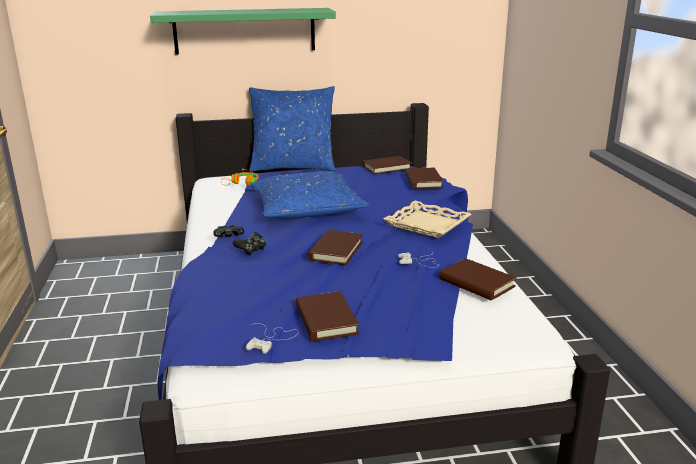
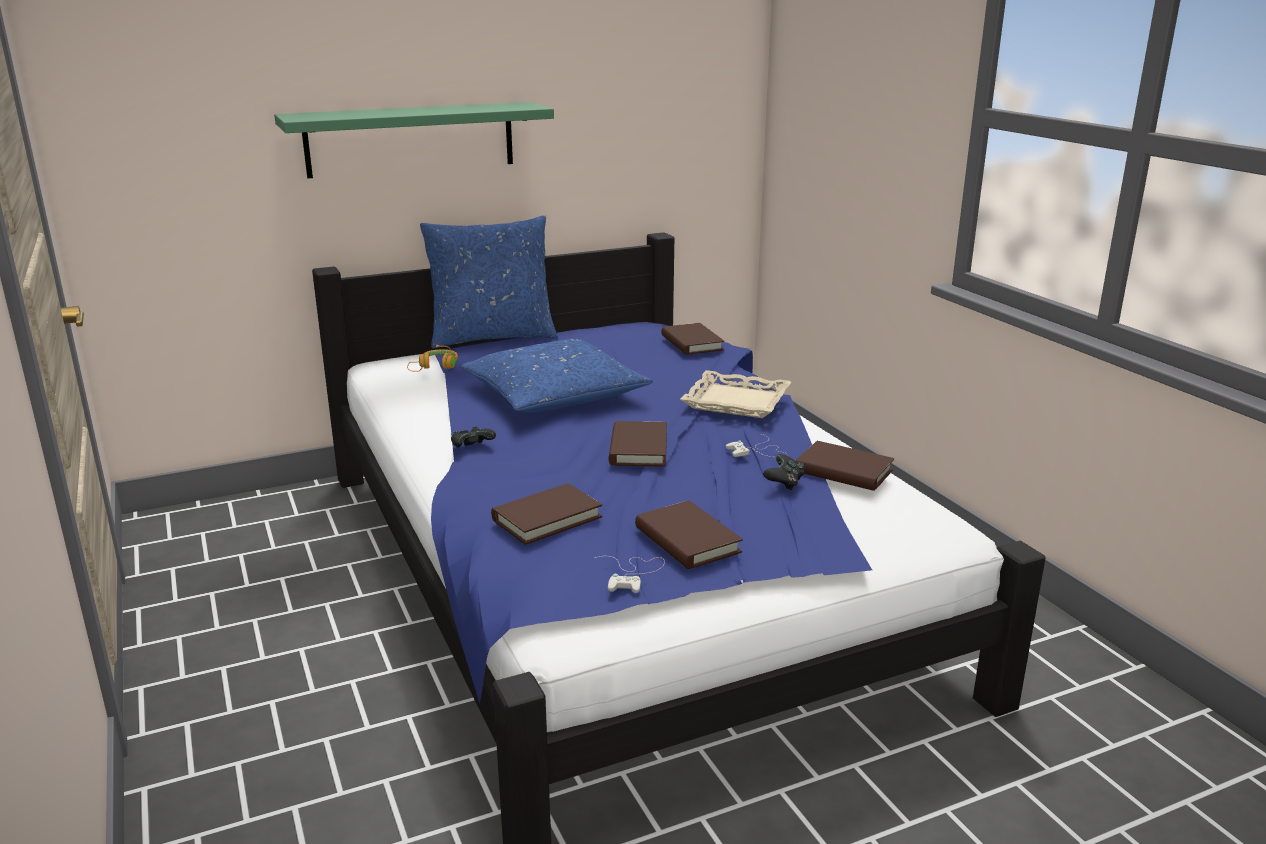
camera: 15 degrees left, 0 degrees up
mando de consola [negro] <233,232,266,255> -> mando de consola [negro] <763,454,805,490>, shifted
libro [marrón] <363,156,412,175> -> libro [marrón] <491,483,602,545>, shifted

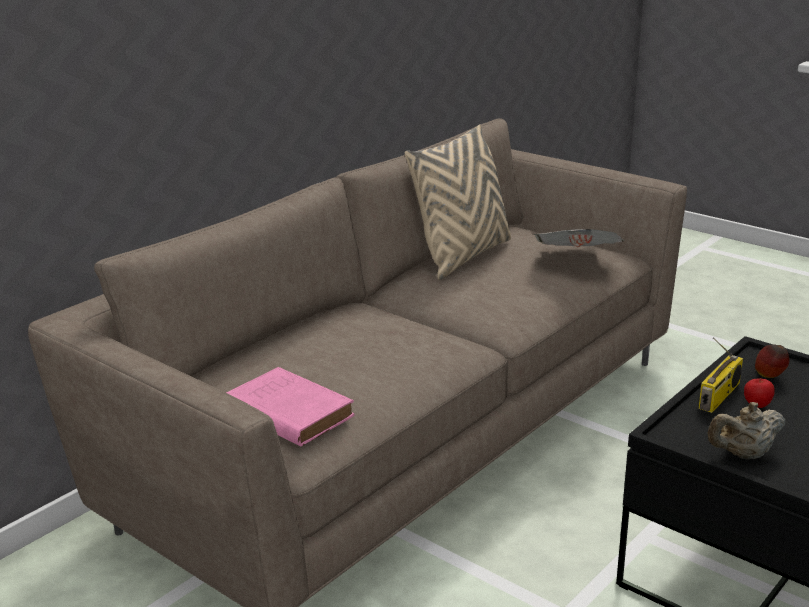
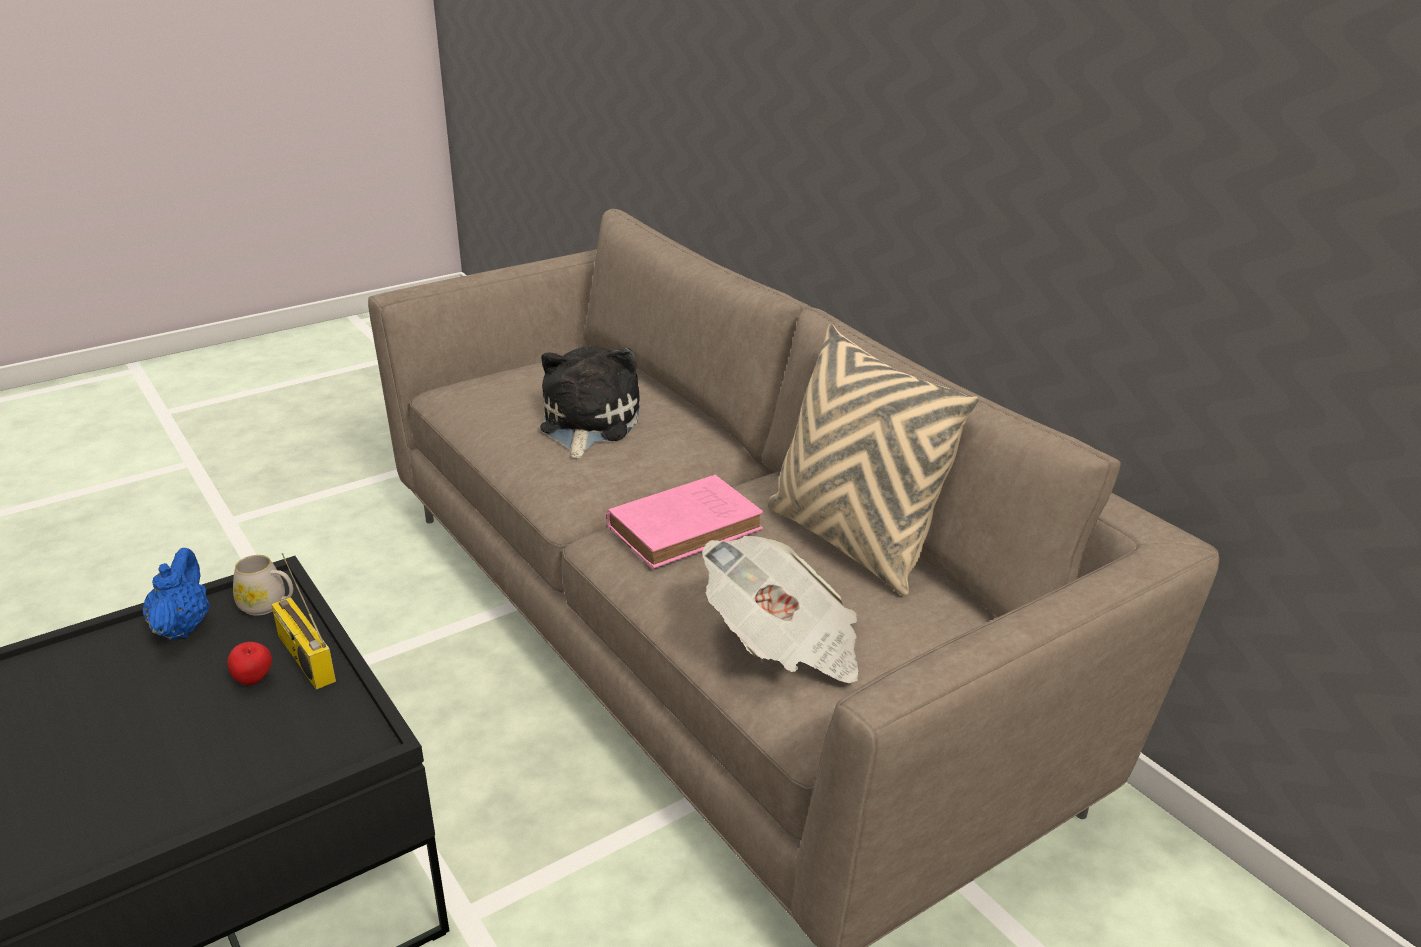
camera: 105 degrees right, 5 degrees up
manzana <755,344,789,378> -> none
none -> taza grande [blanco] <233,555,293,616>
none -> peluche <540,346,640,459>
libro [rosa] <226,367,355,446> -> libro [rosa] <606,475,763,569>, shifted
tetera [beis] <708,402,785,459> -> tetera [azul] <142,548,210,640>

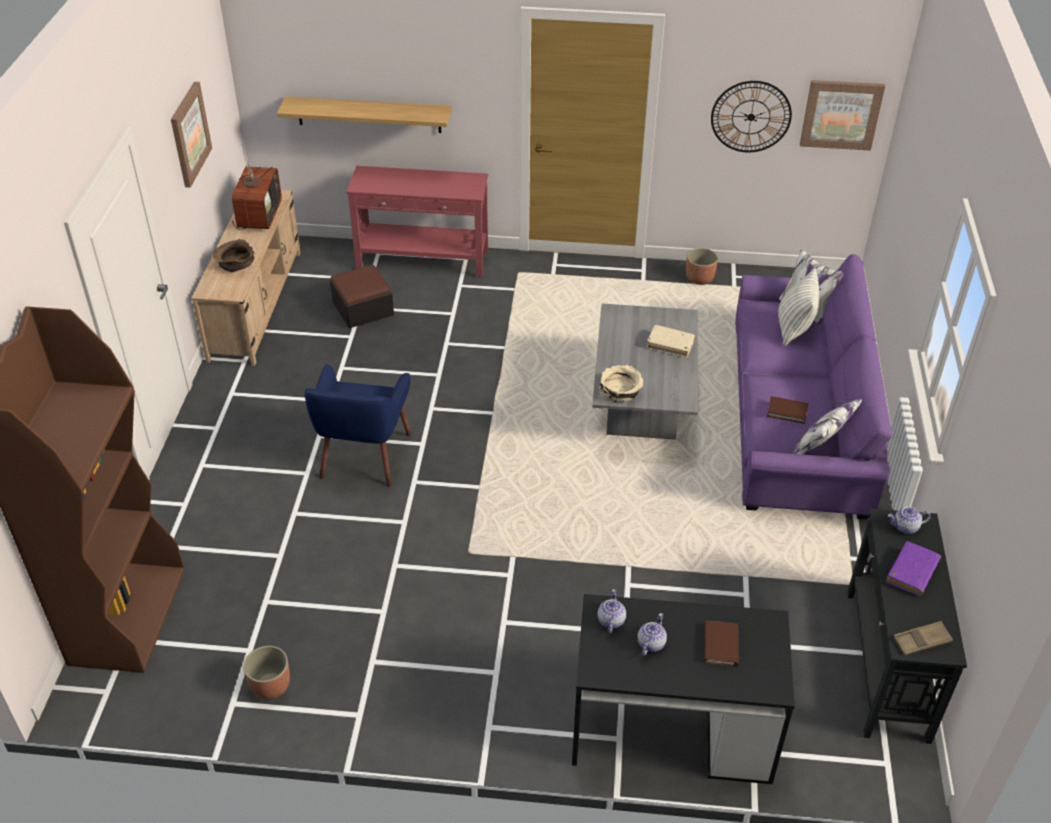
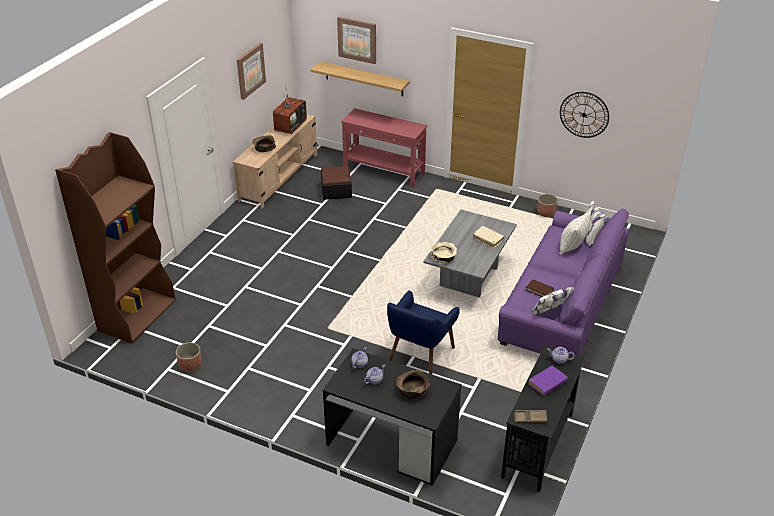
camera: 20 degrees right, 5 degrees down
sillón [azul] <305,364,411,487> -> sillón [azul] <387,290,460,374>, shifted
cuadro <800,80,885,151> -> cuadro <337,17,376,64>, shifted
libro [marrón] <704,620,739,667> -> cuenco [marrón] <396,370,430,399>

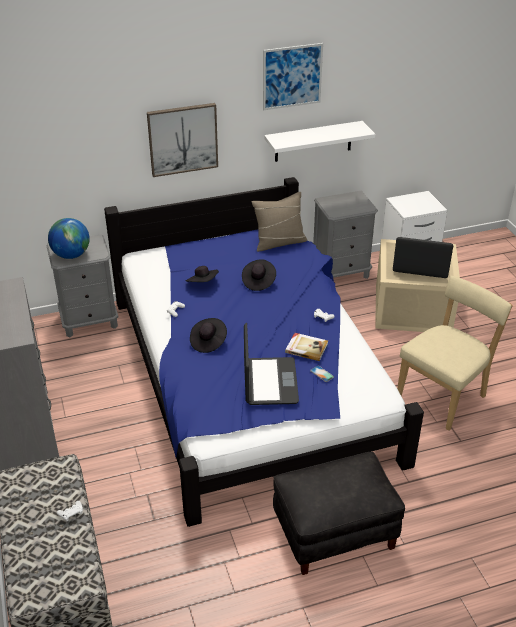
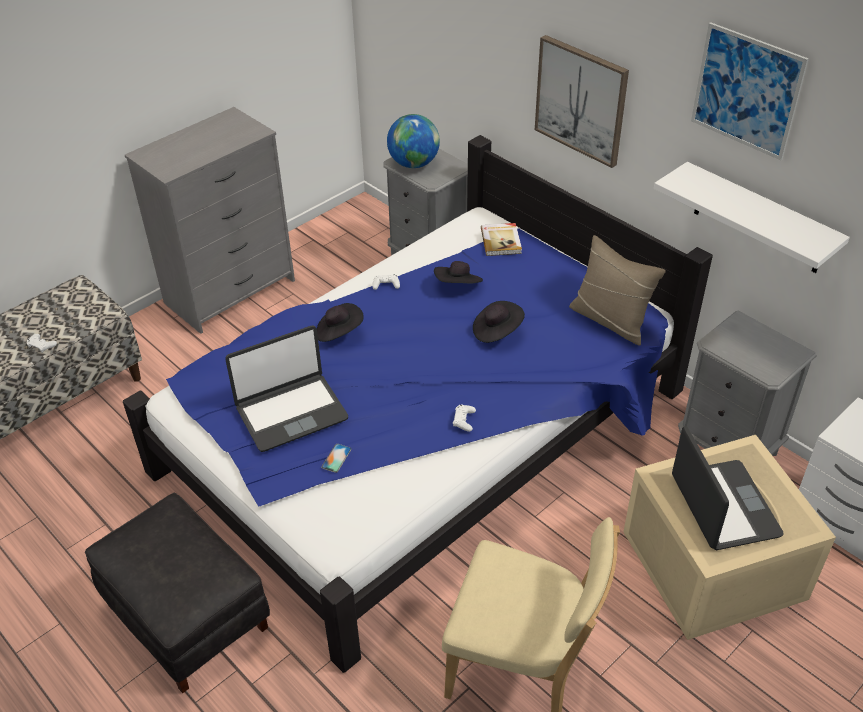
camera: 65 degrees right, 5 degrees up
libro <285,333,328,361> -> libro <481,223,522,256>, shifted

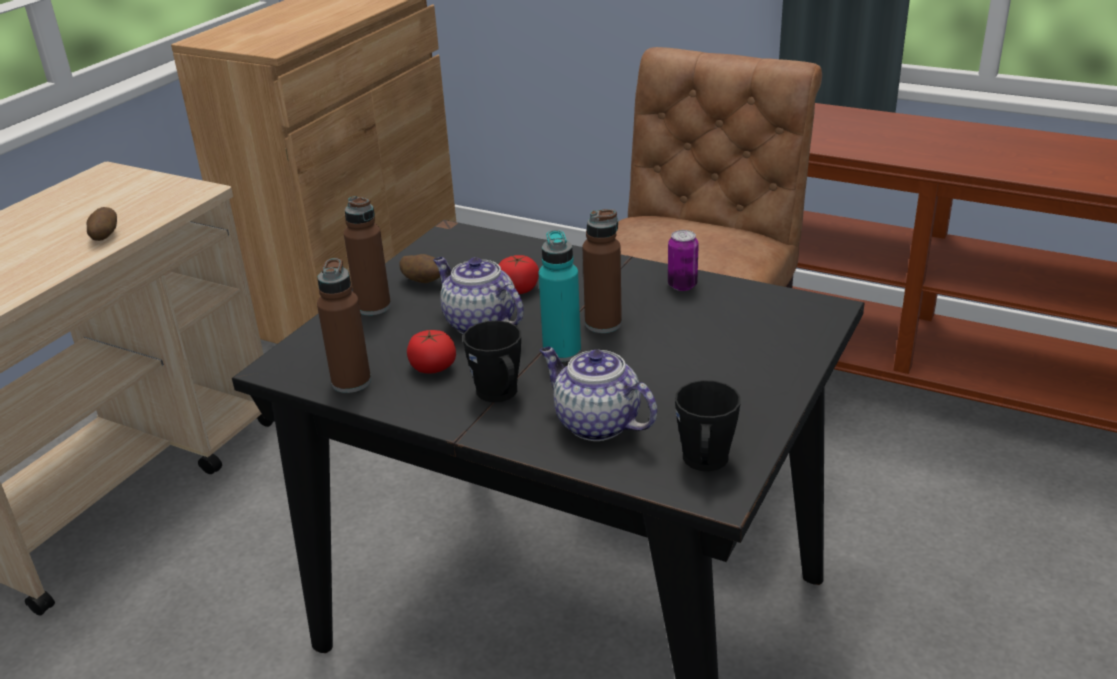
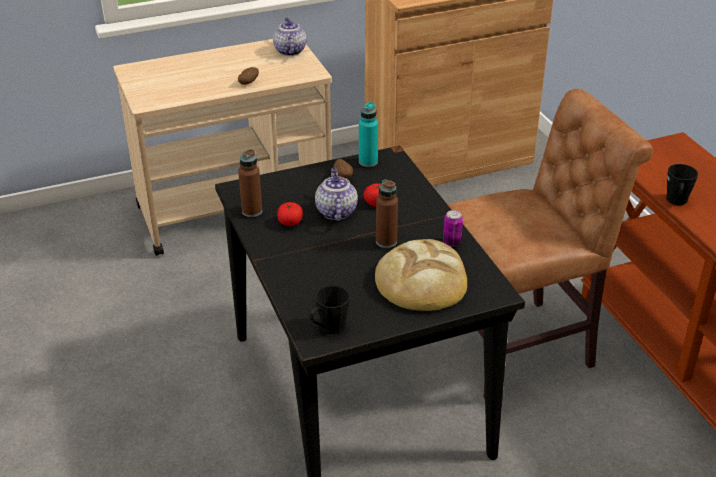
camera: 40 degrees right, 5 degrees up
botella [marrón] <344,196,391,315> -> none
none -> pan <375,239,467,311>
taza grande [negro] <463,320,521,402> -> taza grande [negro] <666,164,698,205>, shifted
botella [turquesa] <539,230,581,362> -> botella [turquesa] <359,102,378,167>, shifted
tetera <540,346,657,441> -> tetera <273,18,307,56>, shifted

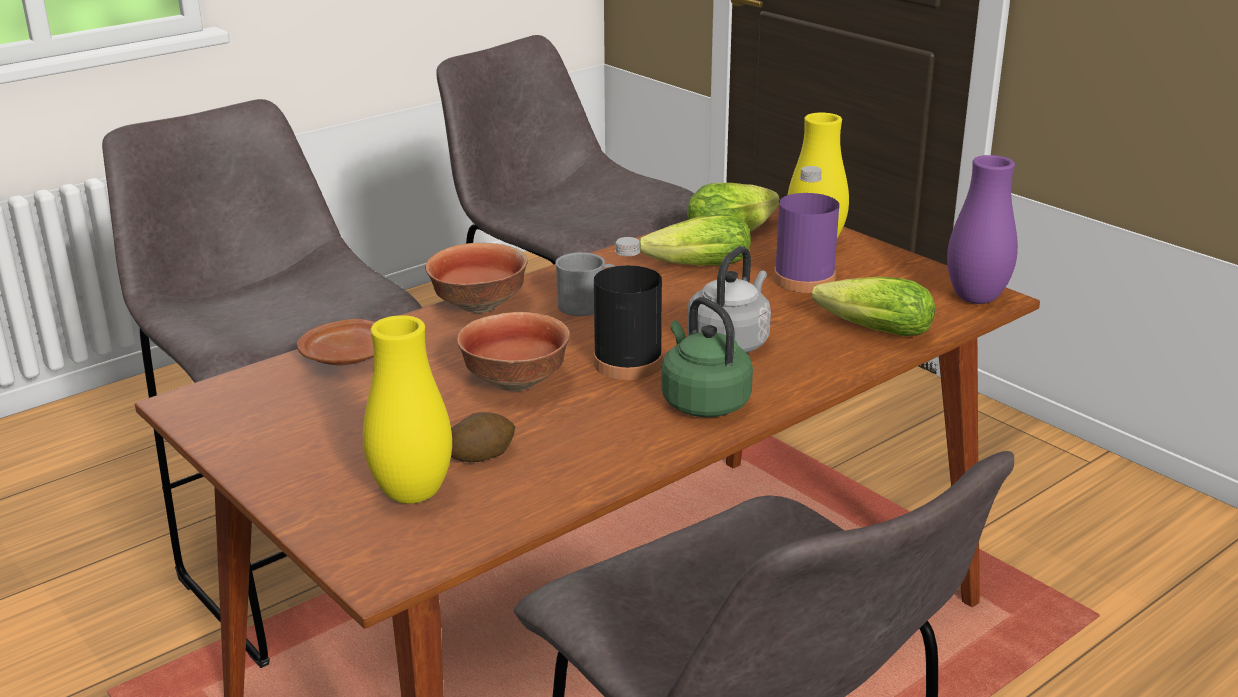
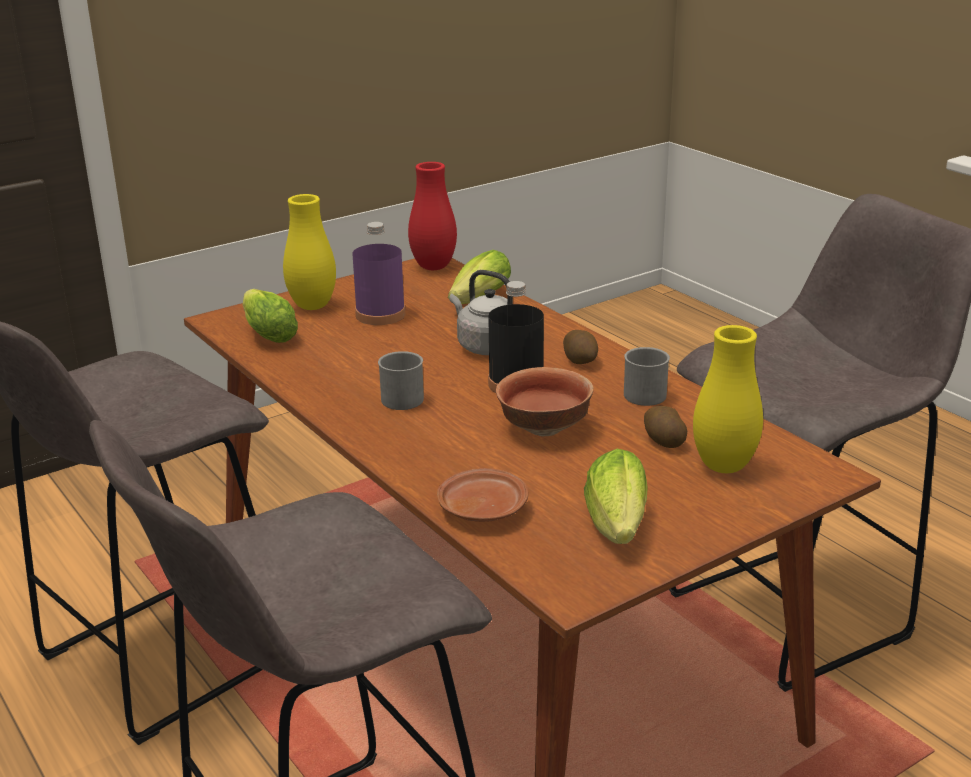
camera: 85 degrees left, 0 degrees up
cuenco <425,243,528,313> -> none
none -> taza grande [gris] <624,347,670,406>
lechuga <639,214,751,266> -> lechuga <584,449,648,544>, shifted
hervidor [verde] <662,297,753,417> -> patata <563,330,598,364>
florero [morado] <947,155,1018,304> -> florero [rojo] <408,162,457,270>

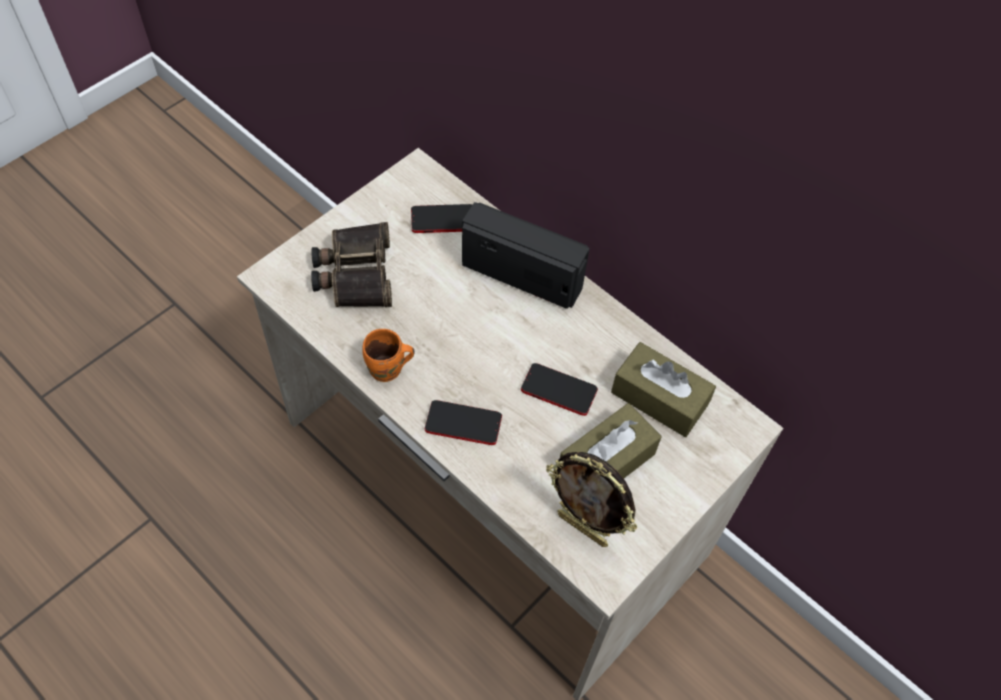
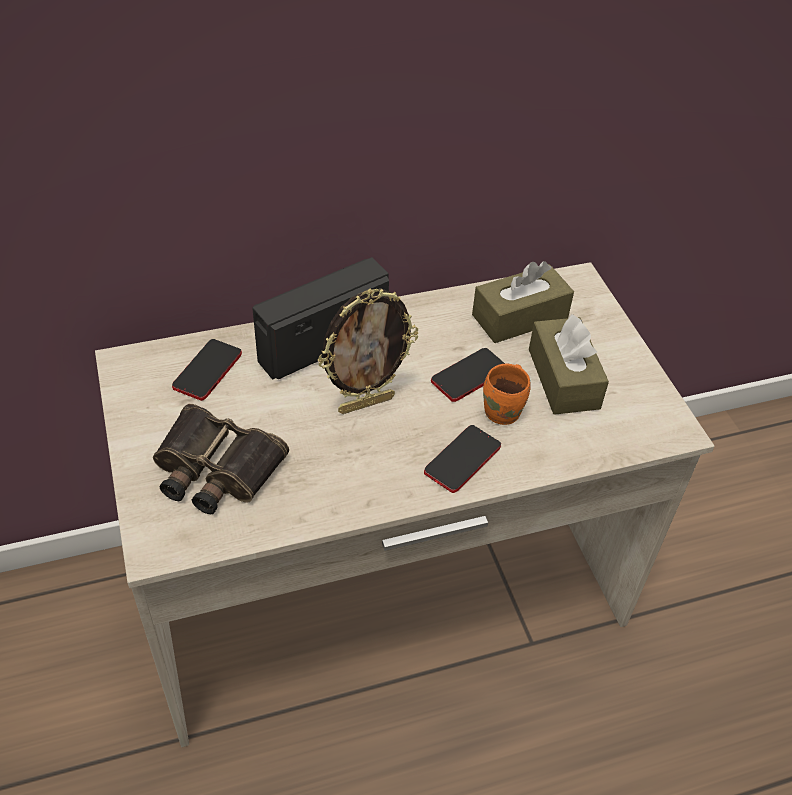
camera: 60 degrees left, 10 degrees down
taza grande [naranja] <363,329,414,382> -> taza grande [naranja] <483,364,531,425>, shifted
portarretratos <546,452,638,547> -> portarretratos <318,289,418,414>, shifted

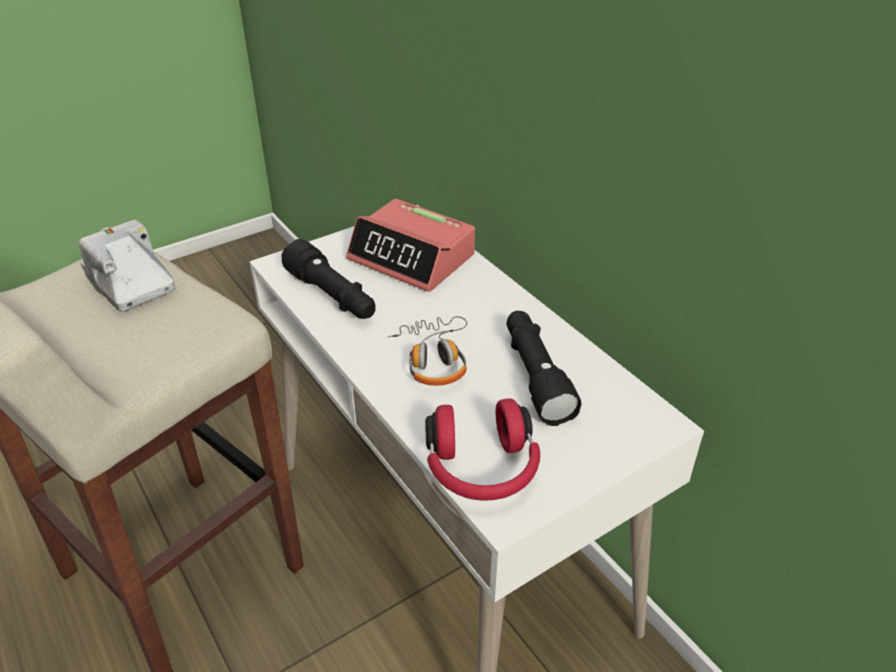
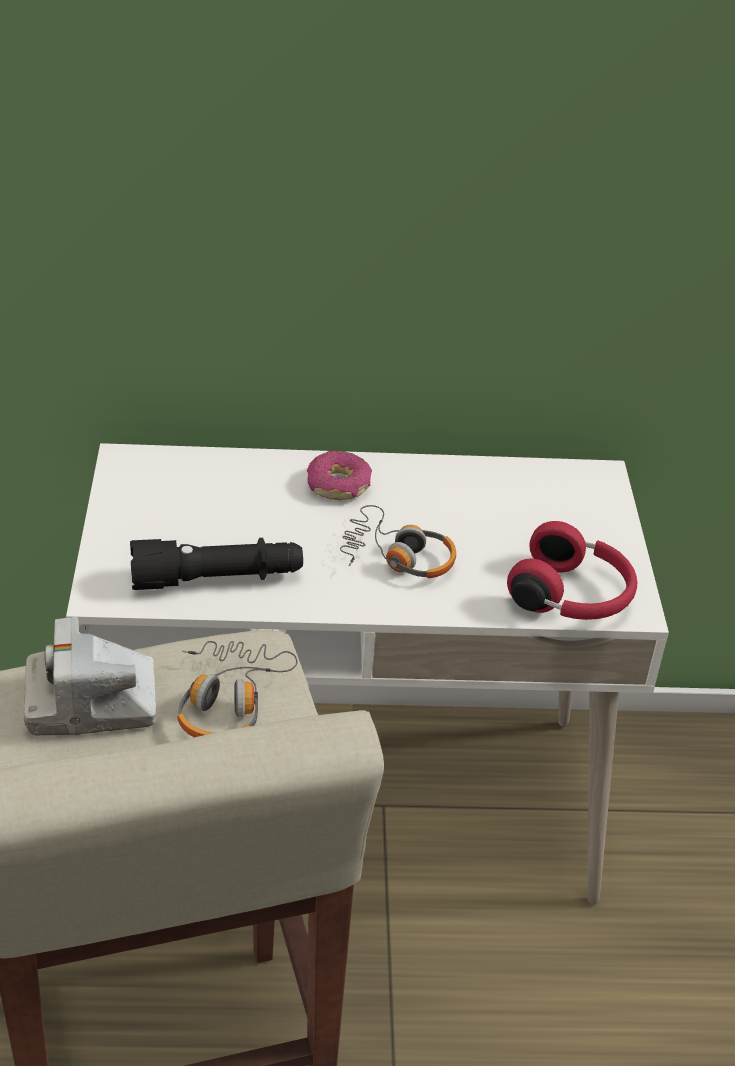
camera: 60 degrees left, 0 degrees up
despertador <346,199,475,292> -> none
linterna [negro] <506,311,581,426> -> none
none -> auriculares <177,641,298,737>
none -> rosquilla <307,451,372,501>

